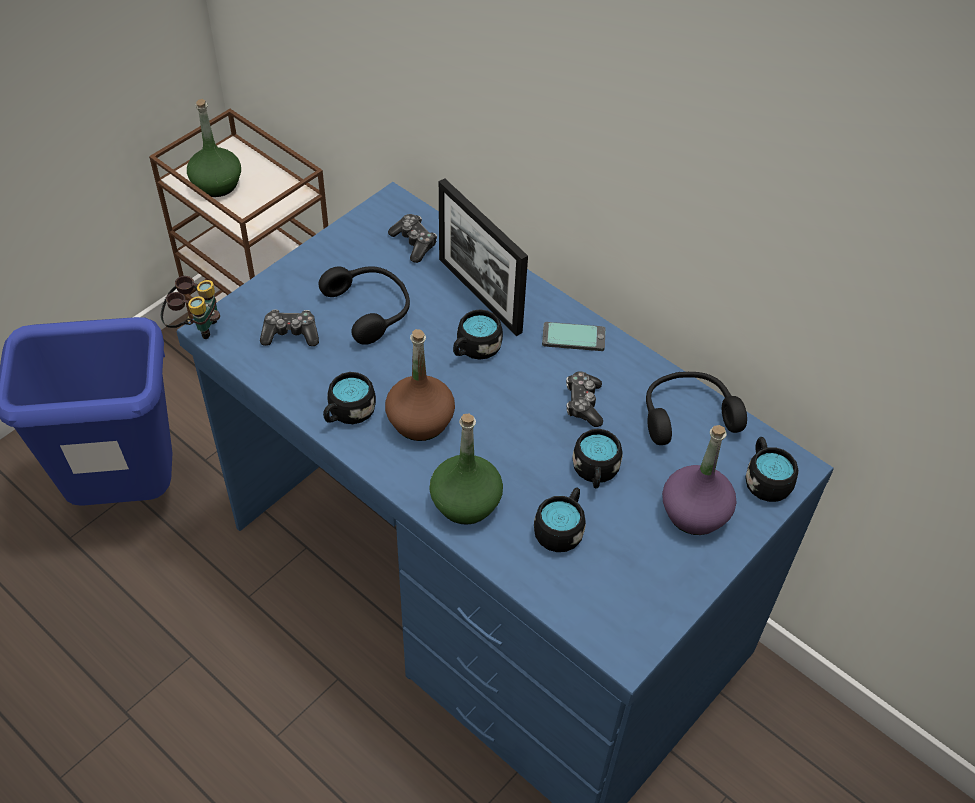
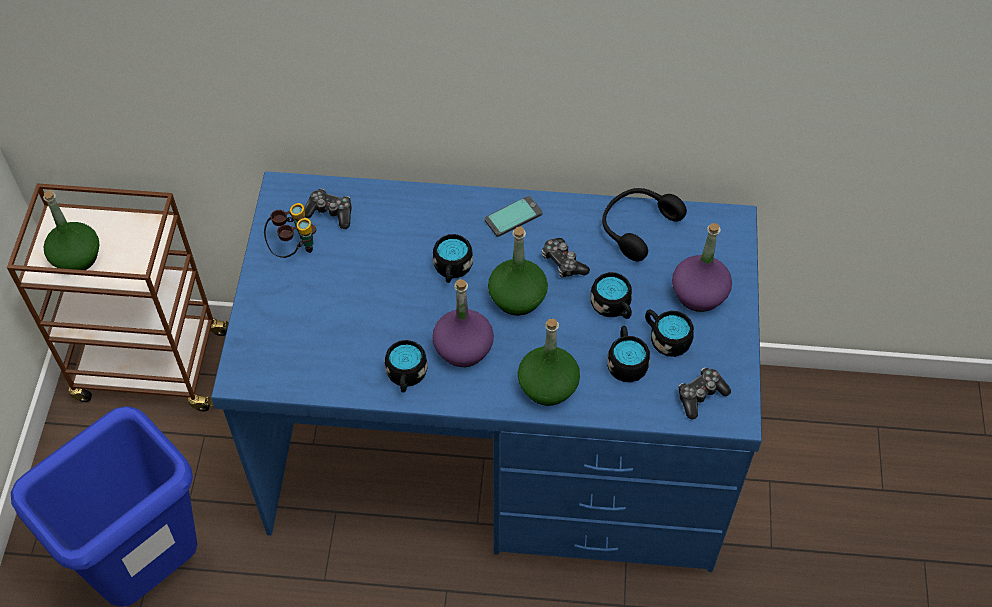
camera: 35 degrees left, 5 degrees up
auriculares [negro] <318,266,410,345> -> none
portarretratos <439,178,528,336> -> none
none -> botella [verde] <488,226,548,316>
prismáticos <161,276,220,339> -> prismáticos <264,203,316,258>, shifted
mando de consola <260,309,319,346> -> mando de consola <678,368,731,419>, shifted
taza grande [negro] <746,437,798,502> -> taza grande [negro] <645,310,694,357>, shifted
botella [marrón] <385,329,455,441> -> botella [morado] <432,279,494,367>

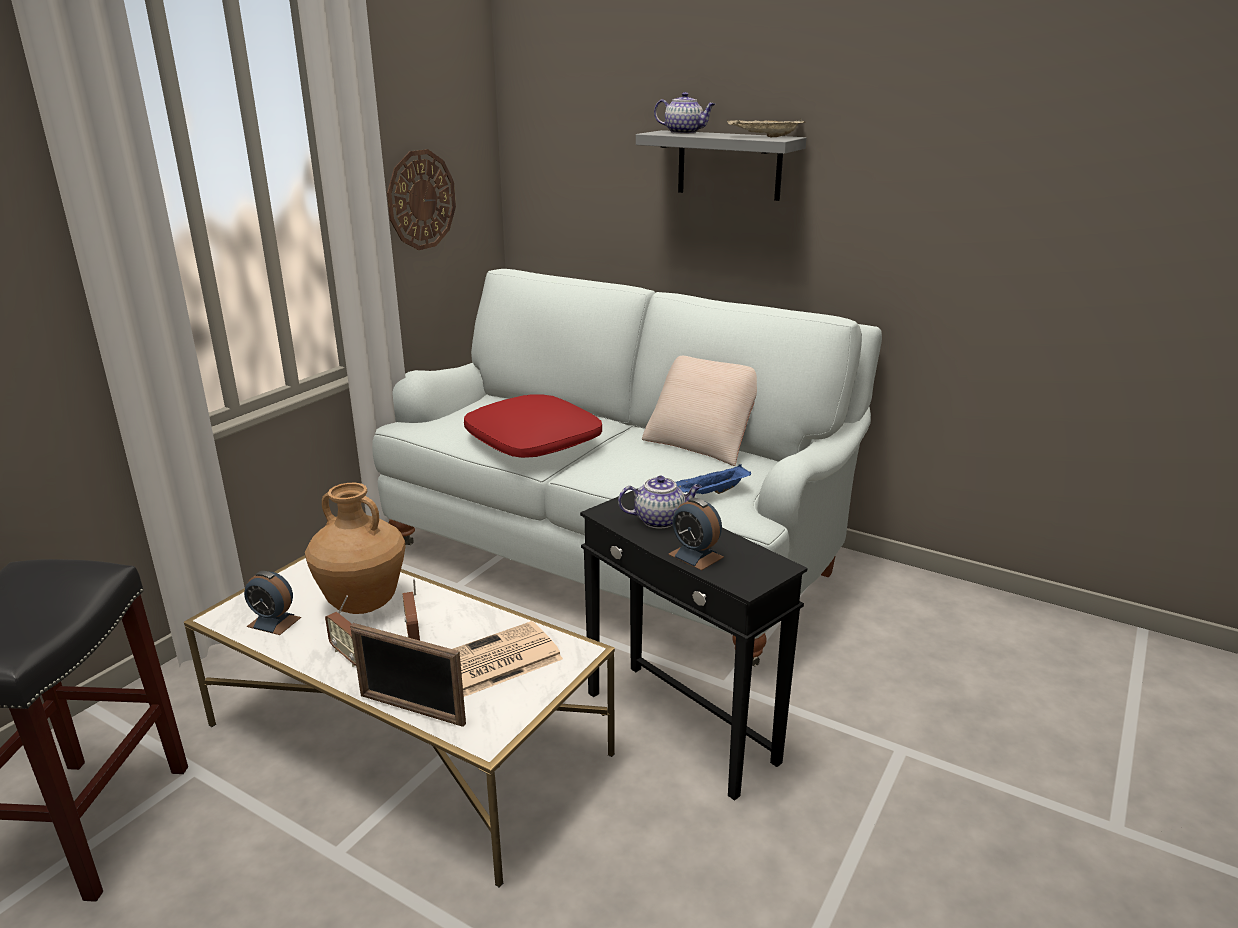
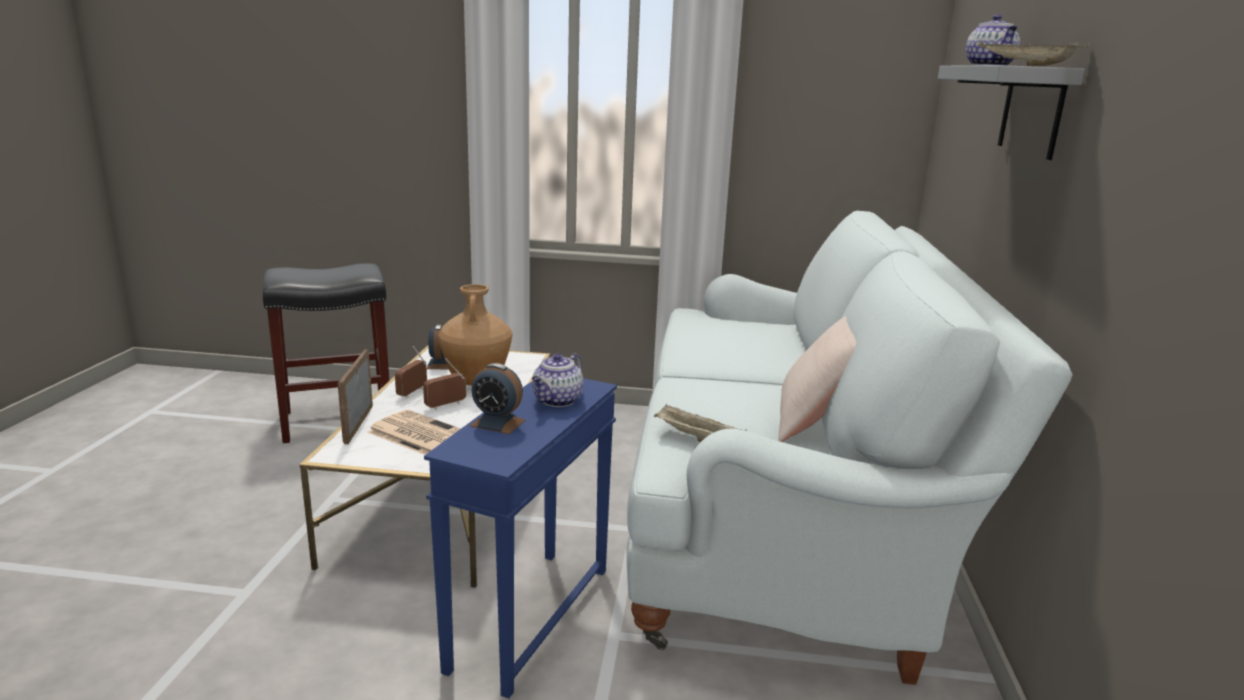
camera: 65 degrees right, 5 degrees down
reloj de pared <387,149,456,250> -> none
cojín [rojo] <464,394,602,458> -> none
mesa auxiliar [negro] <580,488,808,801> -> mesa auxiliar [azul] <424,378,617,699>
bandeja [azul] <676,464,751,494> -> bandeja [beis] <654,404,747,442>
tetera <618,476,702,529> -> tetera <532,353,583,407>, 60 degrees clockwise
despertador <668,498,724,570> -> despertador <470,363,525,434>, 90 degrees counterclockwise

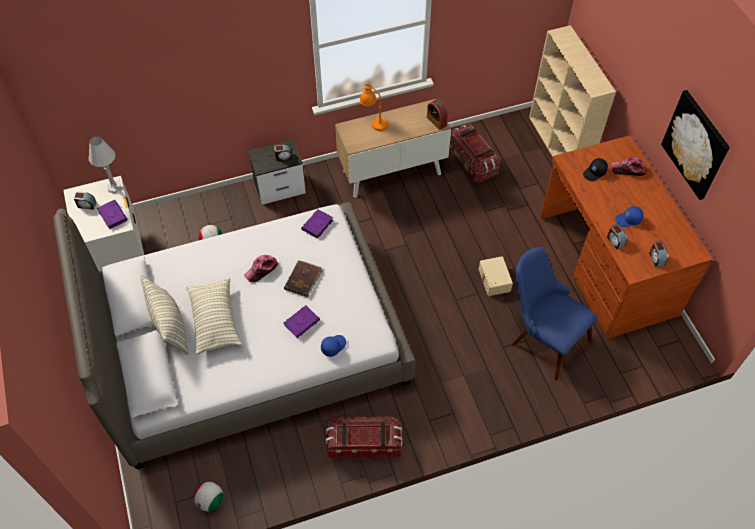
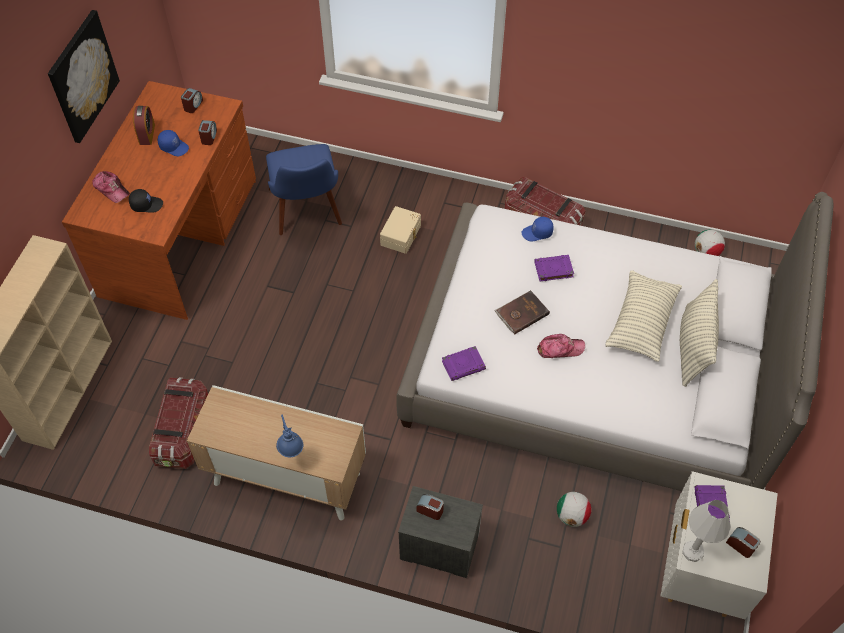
camera: 145 degrees left, 0 degrees up
despertador <427,99,448,130> -> despertador <133,106,155,145>, shifted
caja de almacenaje [beis] <479,256,513,296> -> caja de almacenaje [beis] <380,206,421,254>, shifted
lámpara de mesa [naranja] <360,82,388,131> -> lámpara de mesa [azul] <276,415,303,457>

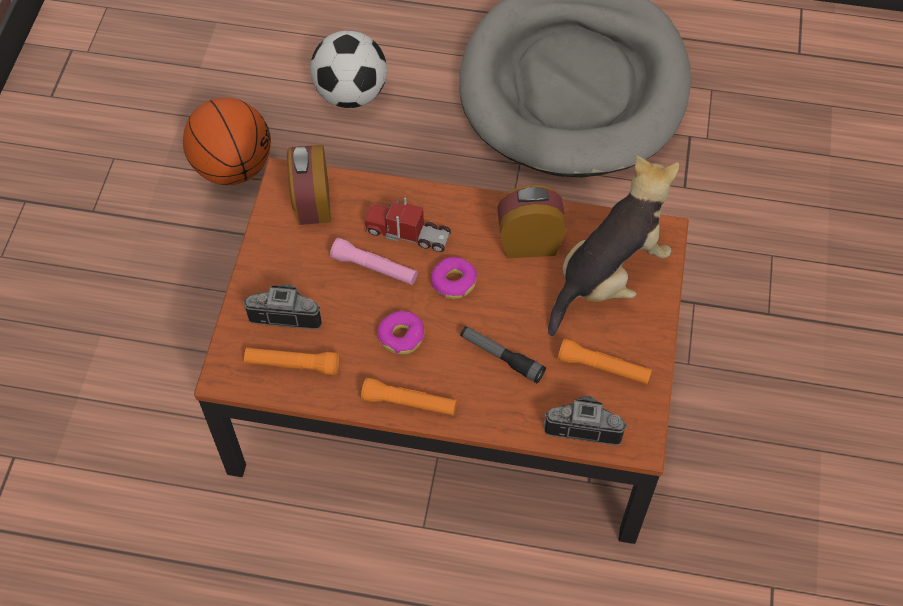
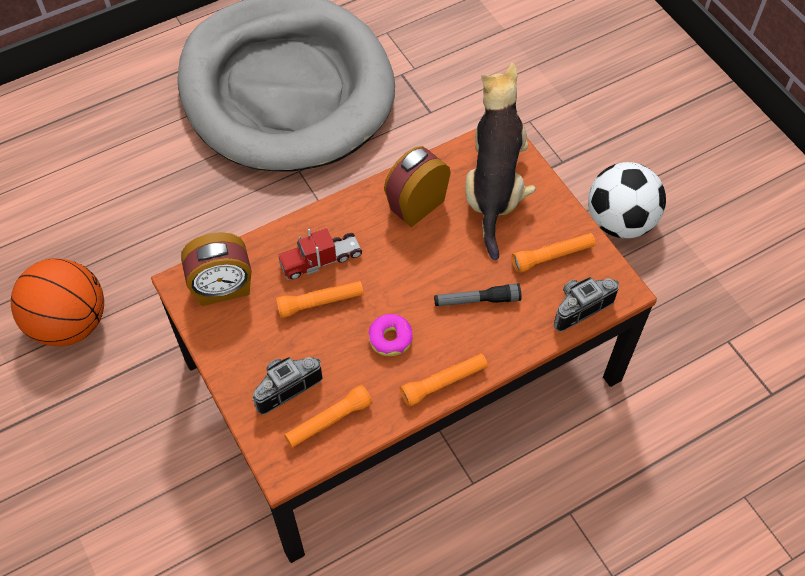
camera: 40 degrees left, 0 degrees up
rosquilla <431,257,477,299> -> none
balón de fútbol <310,30,387,108> -> balón de fútbol <588,162,666,239>, shifted
linterna [rosa] <330,238,418,285> -> linterna [naranja] <276,281,364,318>
despertador <287,145,331,225> -> despertador <181,232,252,306>, 60 degrees counterclockwise

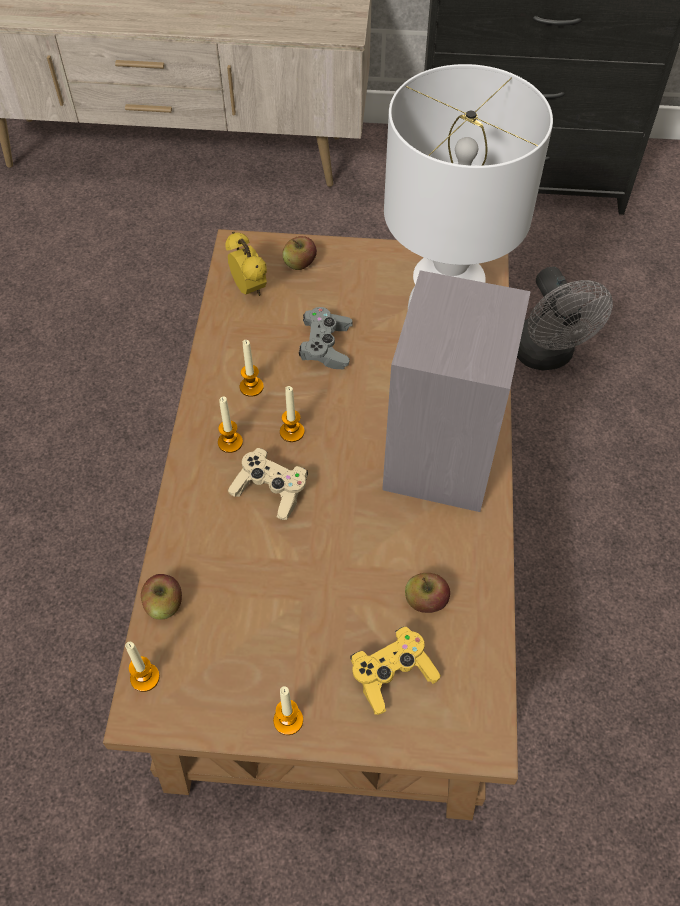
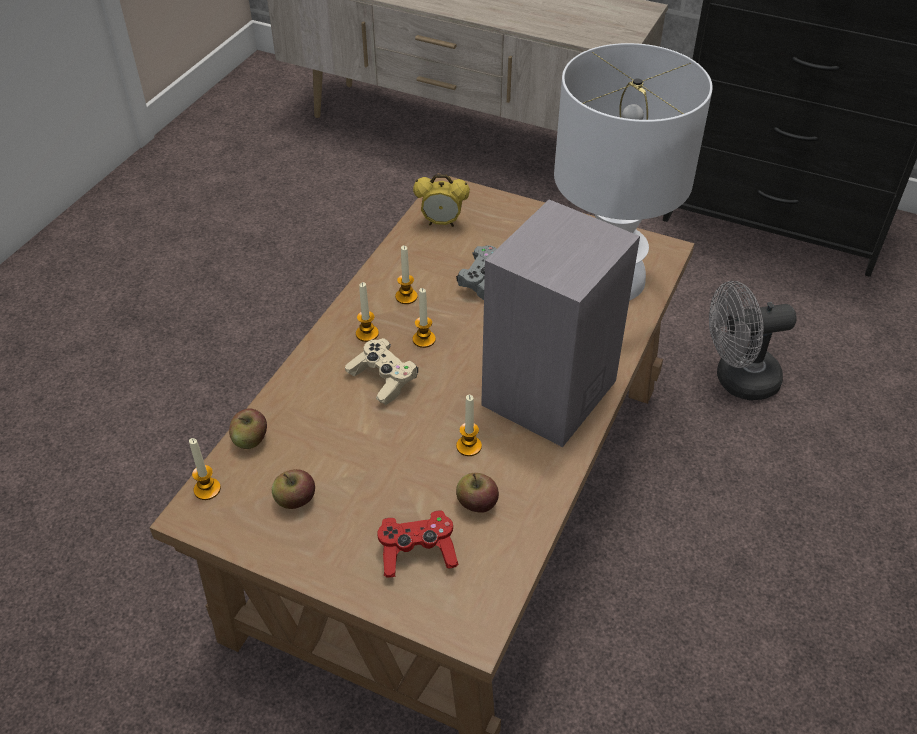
camera: 20 degrees right, 10 degrees down
vela <273,686,303,735> -> vela <456,395,482,456>, shifted
manzana <282,236,317,270> -> manzana <272,469,315,509>, shifted
mando de consola [amarillo] <350,627,441,715> -> mando de consola [rojo] <377,511,458,578>
despertador <225,232,267,296> -> despertador <413,174,470,227>, 105 degrees clockwise
ventilador [gris] <517,267,613,370> -> ventilador [gris] <709,281,797,400>, 75 degrees clockwise

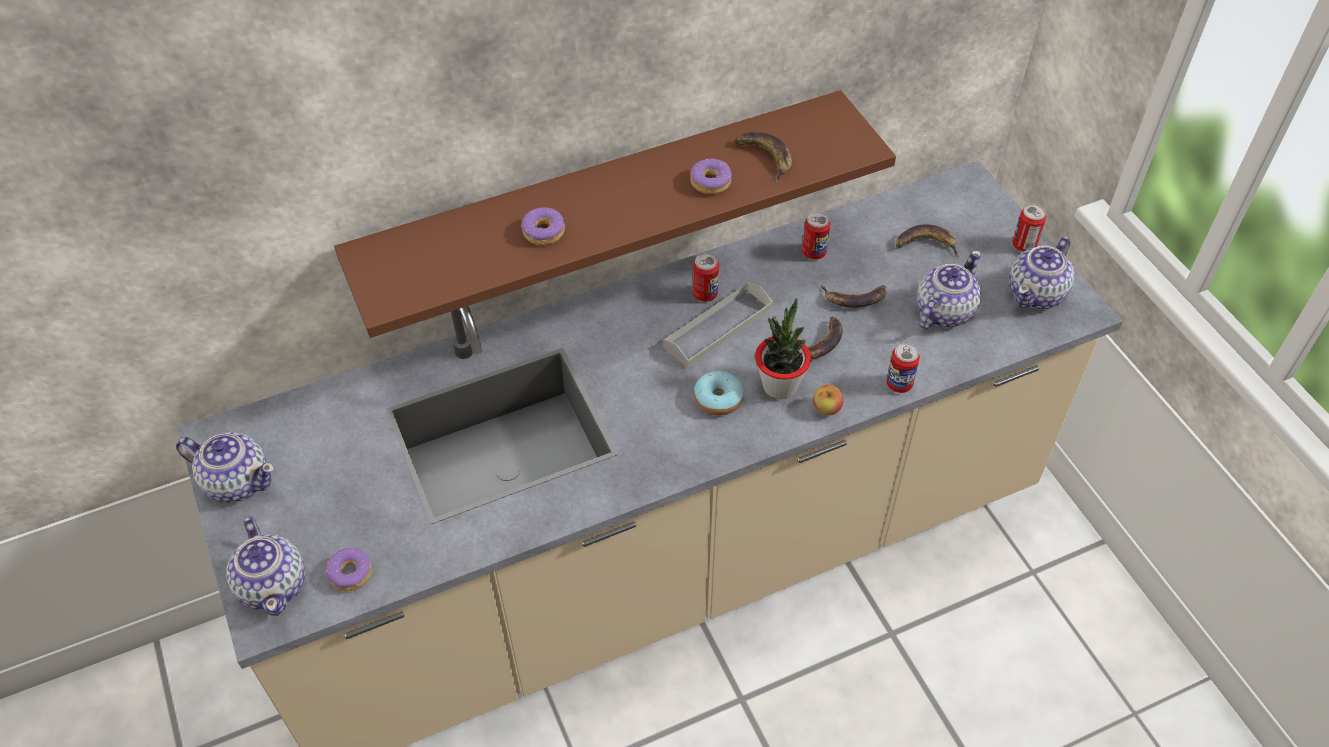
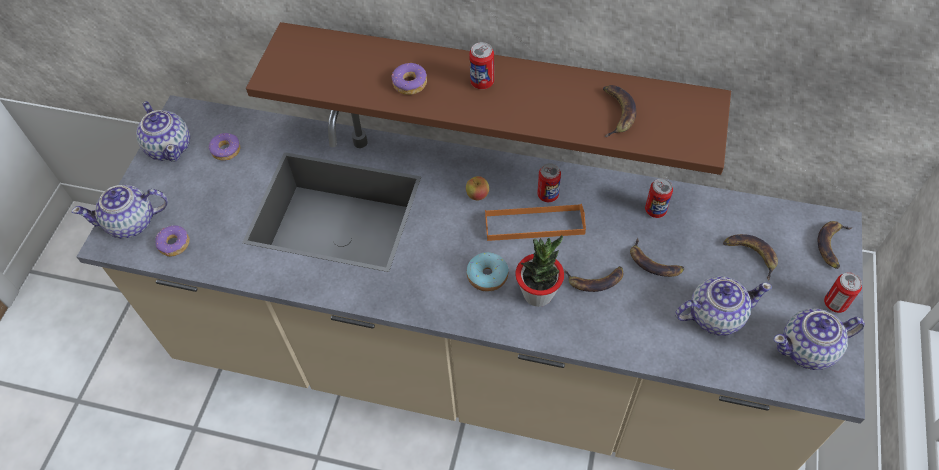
camera: 40 degrees right, 5 degrees up
none -> plátano <817,221,853,269>
rosquilla <690,158,732,194> -> rosquilla <209,133,241,161>, shifted
manzana <813,385,843,416> -> manzana <466,176,489,200>, shifted
lata <886,343,920,393> -> lata <469,42,494,89>, shifted
bandeja [gris] <663,282,773,368> -> bandeja [naranja] <485,204,586,241>
tetera <226,516,305,616> -> tetera <72,185,168,238>, 60 degrees clockwise

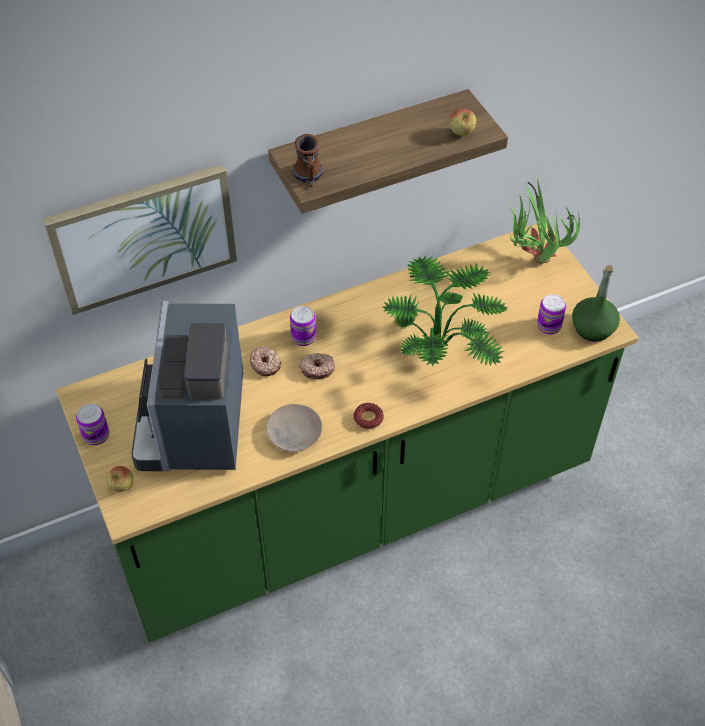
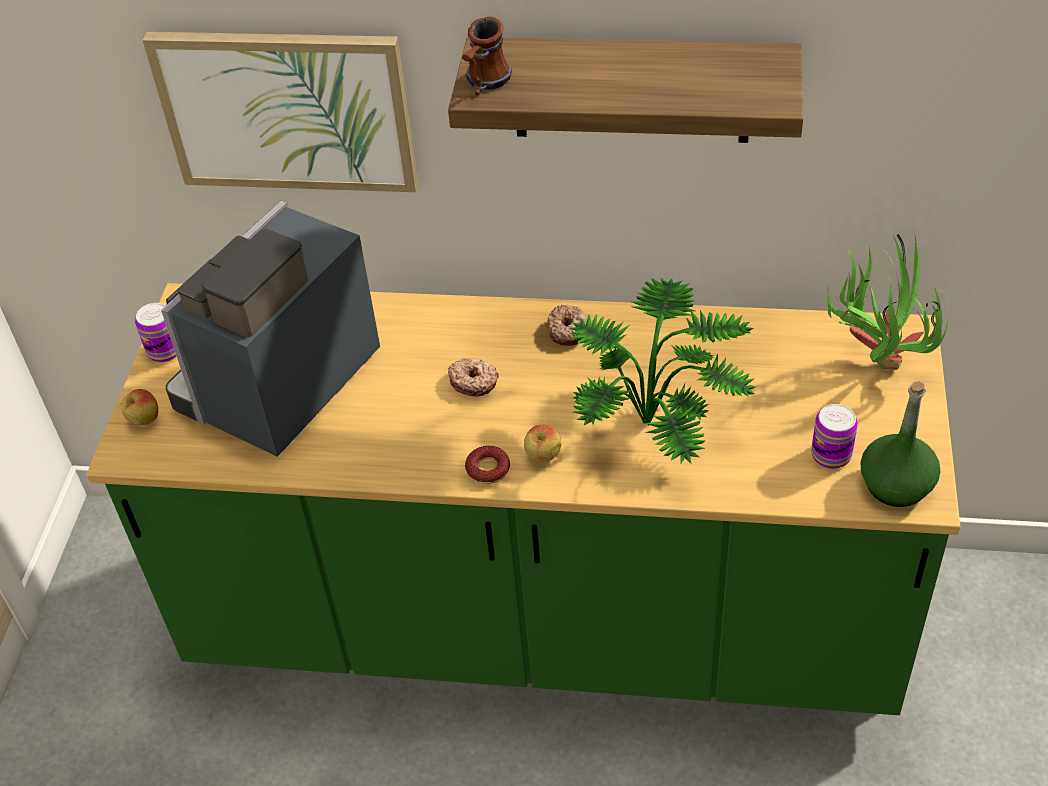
camera: 35 degrees right, 5 degrees down
plato [beis] <266,404,322,452> -> none
lata <290,306,316,346> -> none
rosquilla <250,347,282,376> -> rosquilla <546,304,587,346>, shifted
manzana <450,108,476,136> -> manzana <524,425,561,462>, shifted

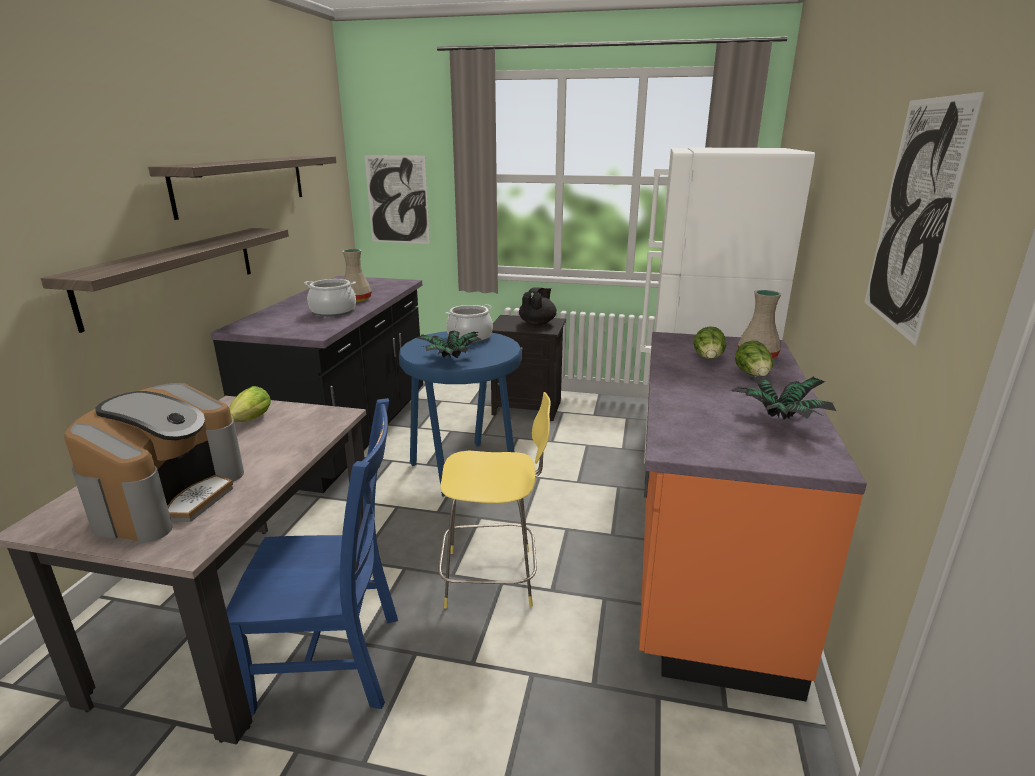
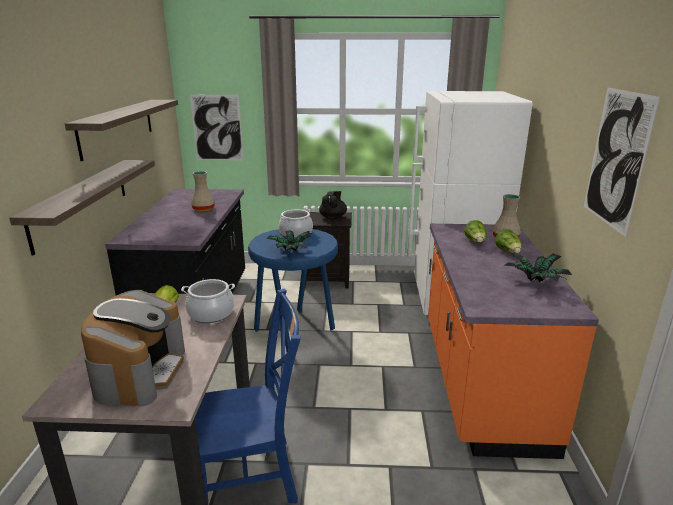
camera: 10 degrees left, 0 degrees up
taburete [amarillo] <439,392,551,608> -> none
olla <304,279,356,316> -> olla <181,279,235,323>, shifted

